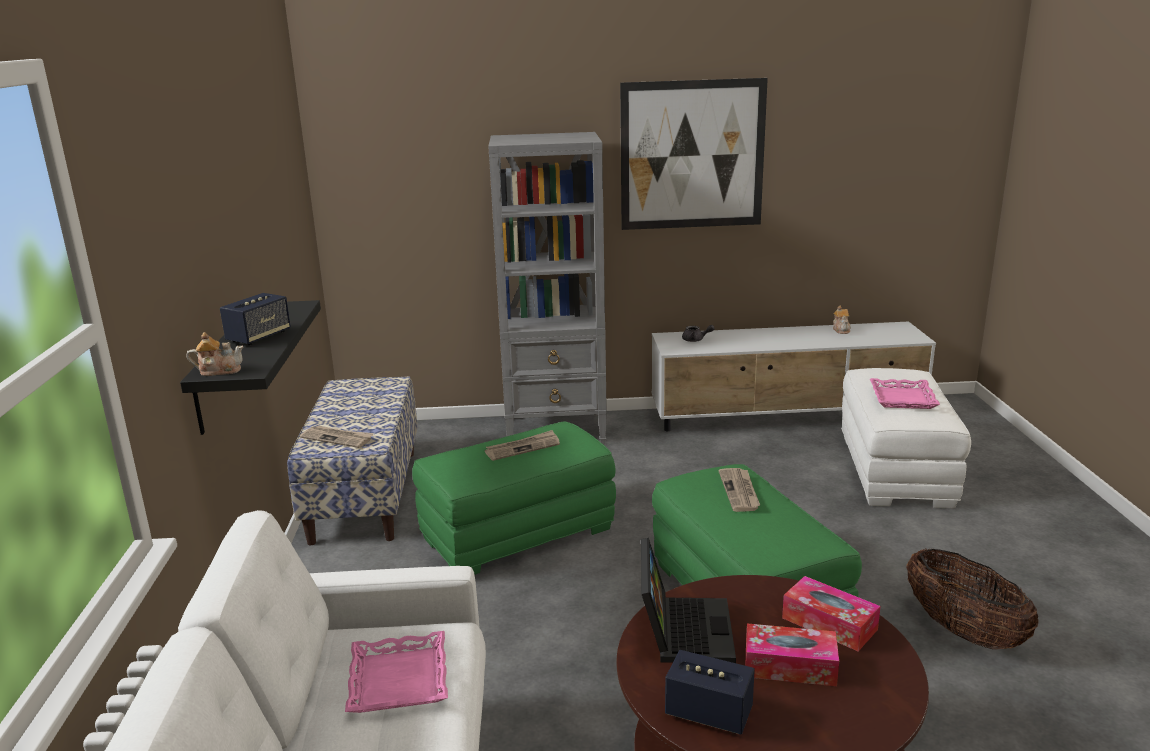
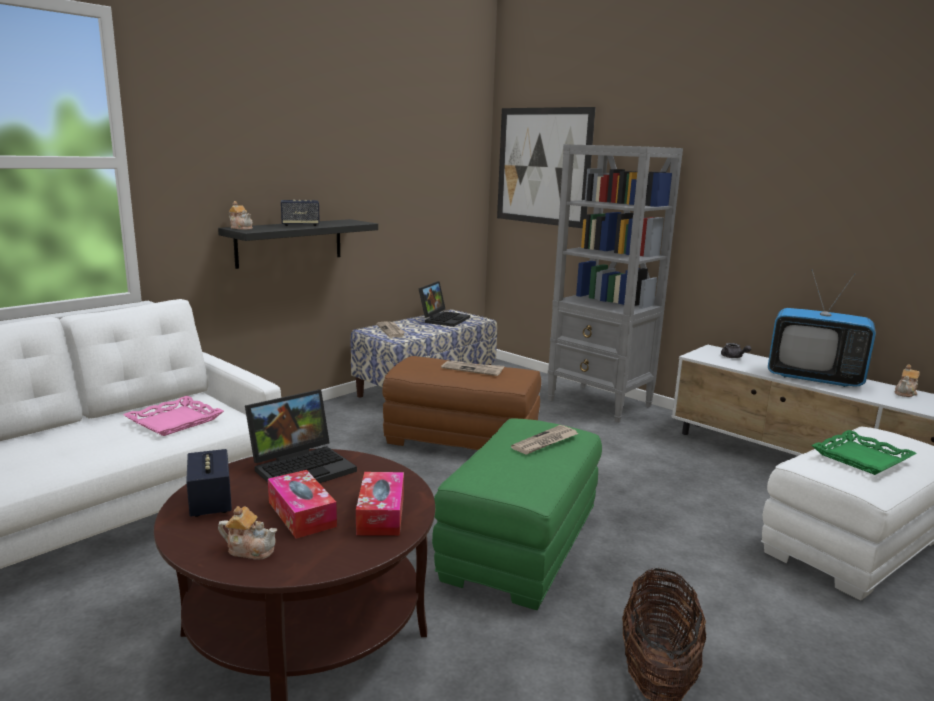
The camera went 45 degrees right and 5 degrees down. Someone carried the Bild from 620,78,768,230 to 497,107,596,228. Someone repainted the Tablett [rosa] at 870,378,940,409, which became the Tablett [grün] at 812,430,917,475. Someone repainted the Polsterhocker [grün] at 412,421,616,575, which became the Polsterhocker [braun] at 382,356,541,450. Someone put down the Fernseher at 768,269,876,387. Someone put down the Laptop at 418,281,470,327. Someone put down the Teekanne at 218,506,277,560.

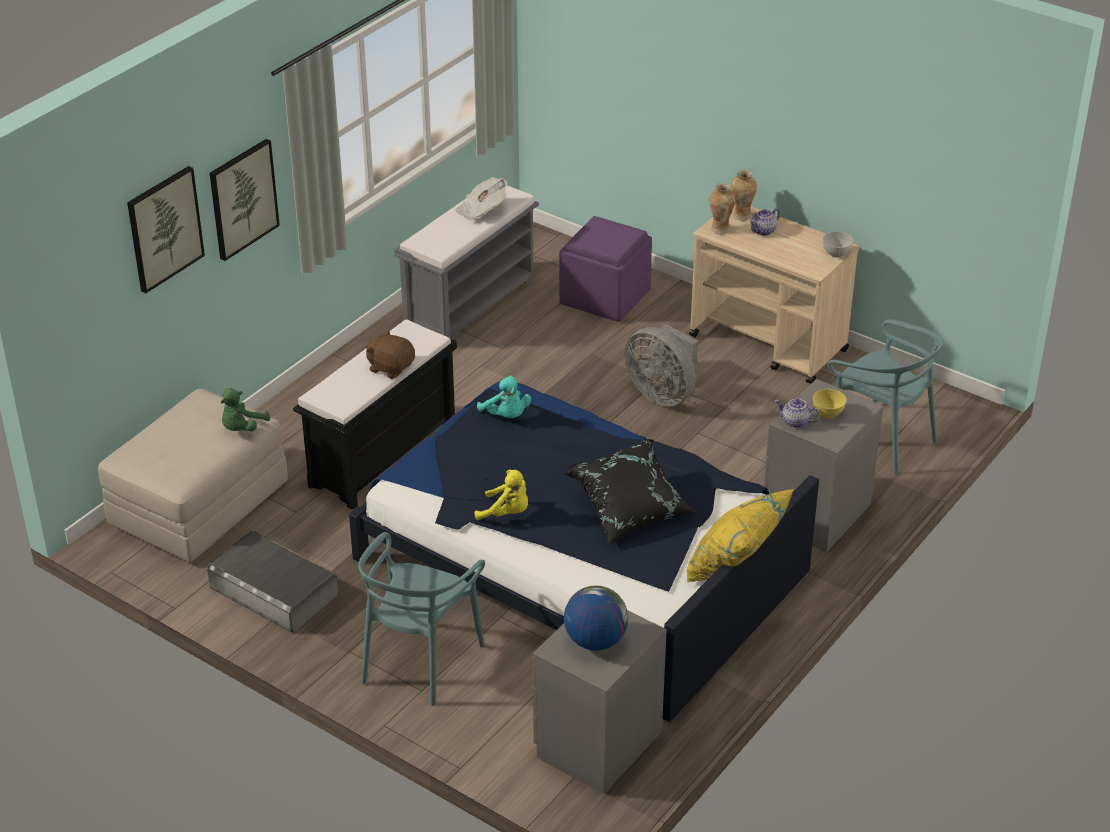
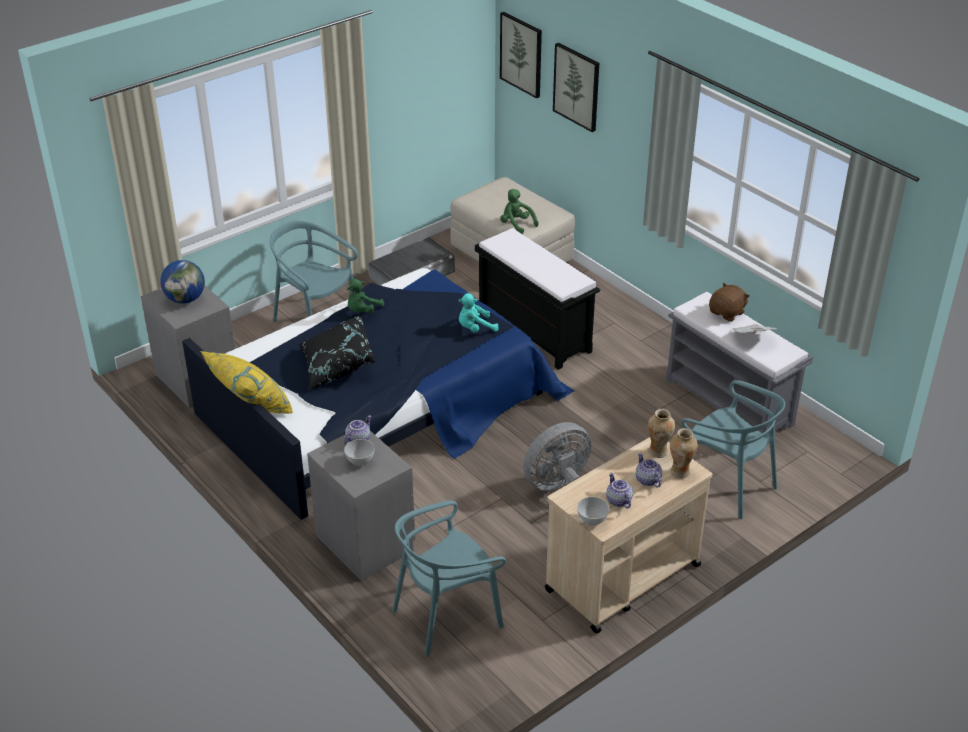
The camera went 105 degrees right and 0 degrees up. Someone carried the Bild from 210,139,280,261 to 500,12,542,98. Someone swapped the Polsterhocker [lila] at 559,216,652,322 for the Stuhl [türkis] at 681,380,785,519. Someone carried the Plüschtier [braun] from 366,330,415,379 to 709,283,750,322. Someone repainted the Schüssel [gelb] at 813,389,846,418, which became the Schüssel [grau] at 344,439,375,466. Someone repainted the Plüschtier [gelb] at 475,470,528,520, which became the Plüschtier [grün] at 347,279,384,313. Someone put down the Teekanne at 606,473,633,509.

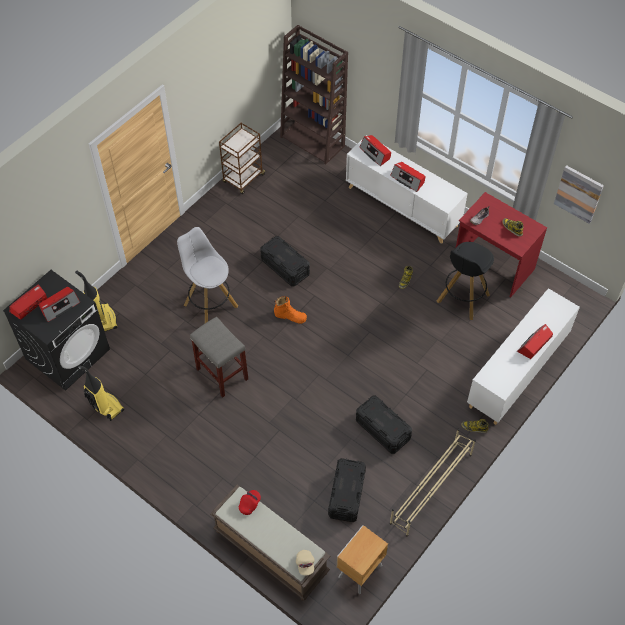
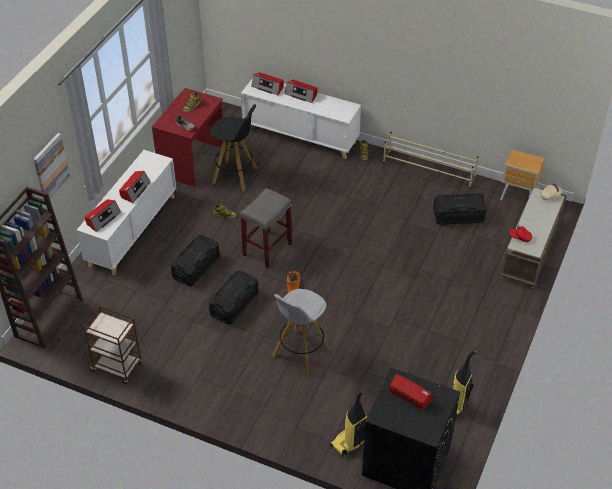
The camera went 105 degrees left and 10 degrees down. Someone carried the Bild from 554,165,604,224 to 34,133,70,200. Someone carried the Radio from 9,284,47,320 to 251,72,284,95. Someone carried the Hocker [grau] from 190,317,248,398 to 240,188,292,268. Someone carried the Aufbewahrungsbox [schwarz] from 356,396,412,454 to 170,235,220,286.

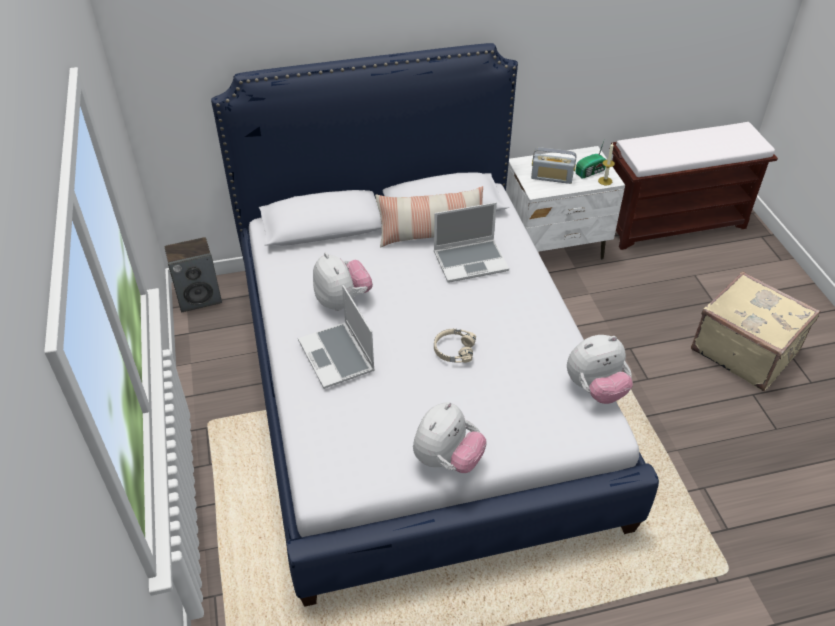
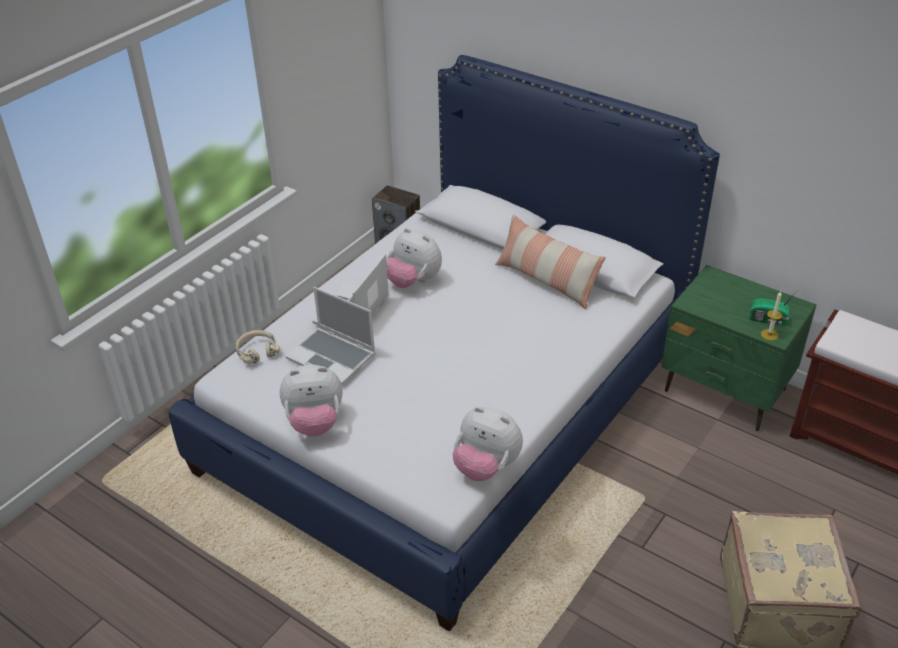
The camera went 50 degrees right and 5 degrees down. Someone repainted the Nachttisch [weiß] at 506,146,625,259, which became the Nachttisch [grün] at 661,265,816,431. Someone took away the Radio at 531,147,576,184. Someone carried the Laptop from 434,202,509,283 to 286,287,375,385. Someone rotated the Plüschtier at 313,252,373,311 by 105 degrees clockwise. Someone carried the Kopfhörer [beige] from 434,329,476,363 to 236,330,280,364.

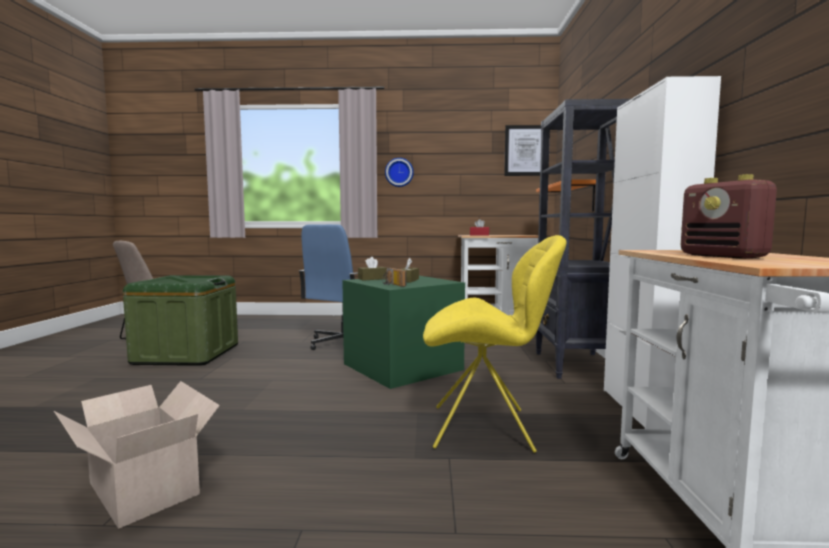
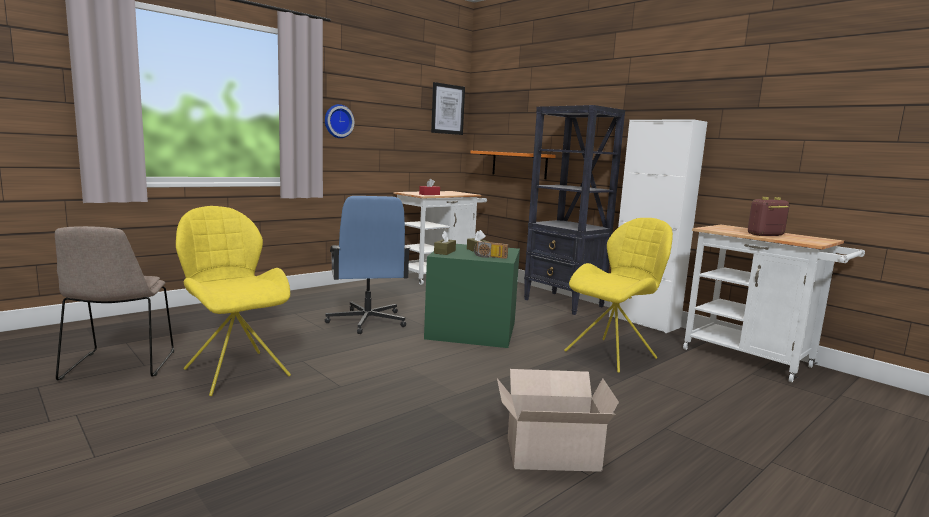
The camera went 45 degrees left and 5 degrees up. Someone rotated the Radio at 681,174,777,259 by 135 degrees clockwise. Someone swapped the Aufbewahrungsbox [grün] at 123,275,238,366 for the Stuhl [gelb] at 176,206,291,396.

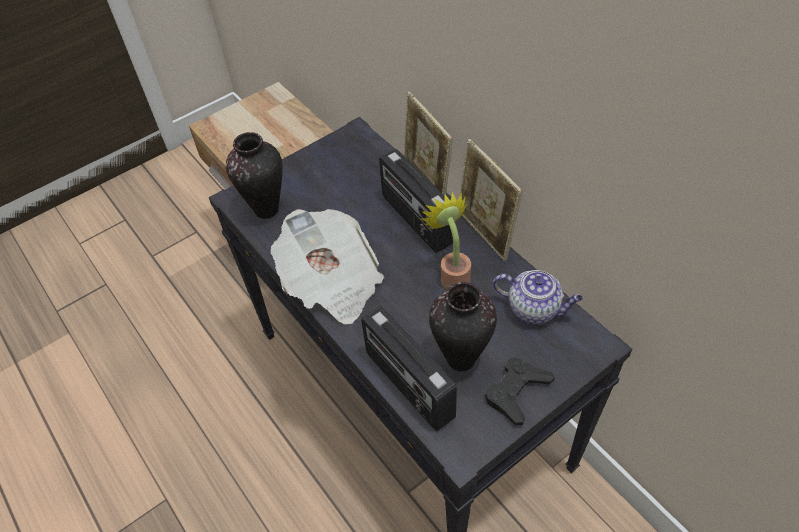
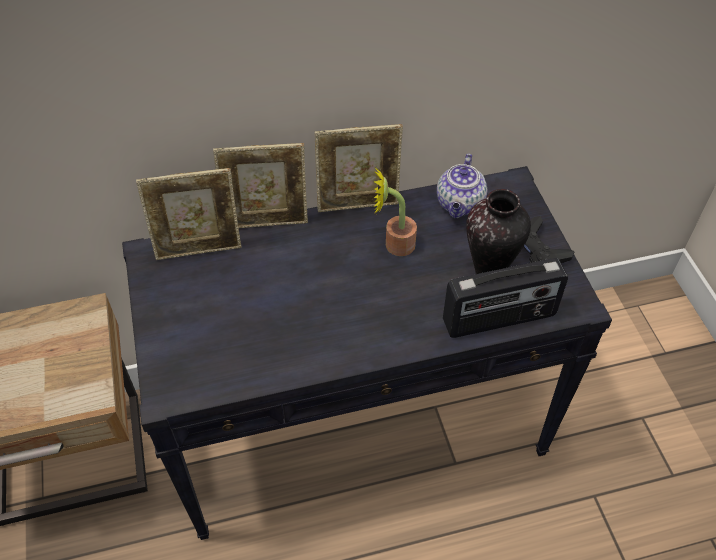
The camera went 70 degrees left and 0 degrees up. Someone took away the Vase at 226,132,283,219. Someone took away the Radio at 379,149,453,253. Someone took away the Zeitung at 271,209,384,325. Someone rotated the Teekanne at 493,270,583,324 by 150 degrees clockwise. Someone put down the Bilderrahmen at 136,168,242,260.

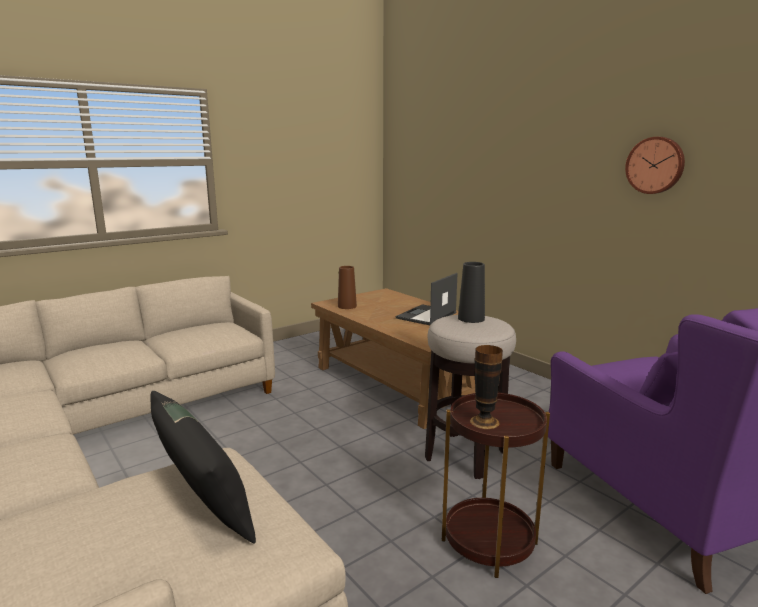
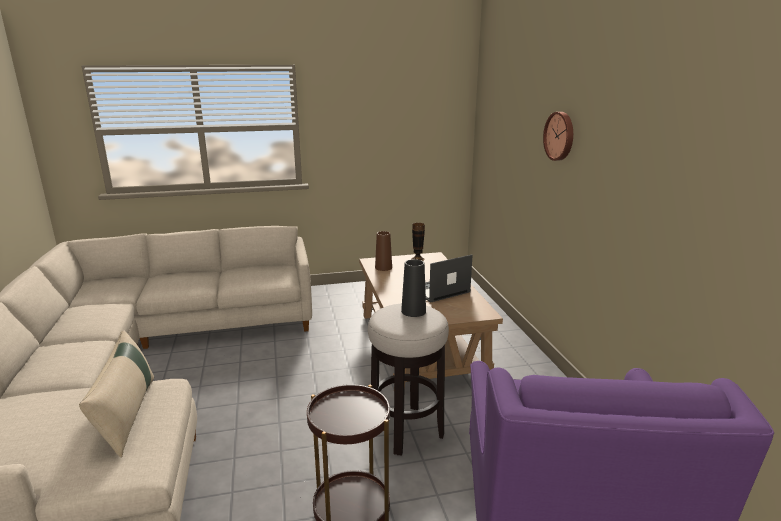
The camera went 25 degrees right and 5 degrees up. Someone carried the Wanduhr from 625,137,685,194 to 543,112,573,161. Someone carried the Vase from 470,345,503,429 to 411,223,425,261. Someone repainted the Kissen [schwarz] at 150,391,256,544, which became the Kissen [beige] at 79,330,154,458.

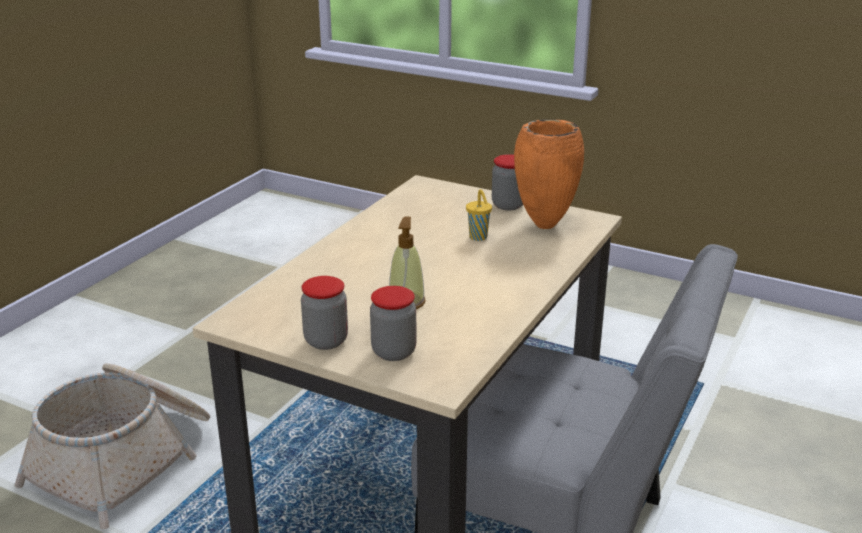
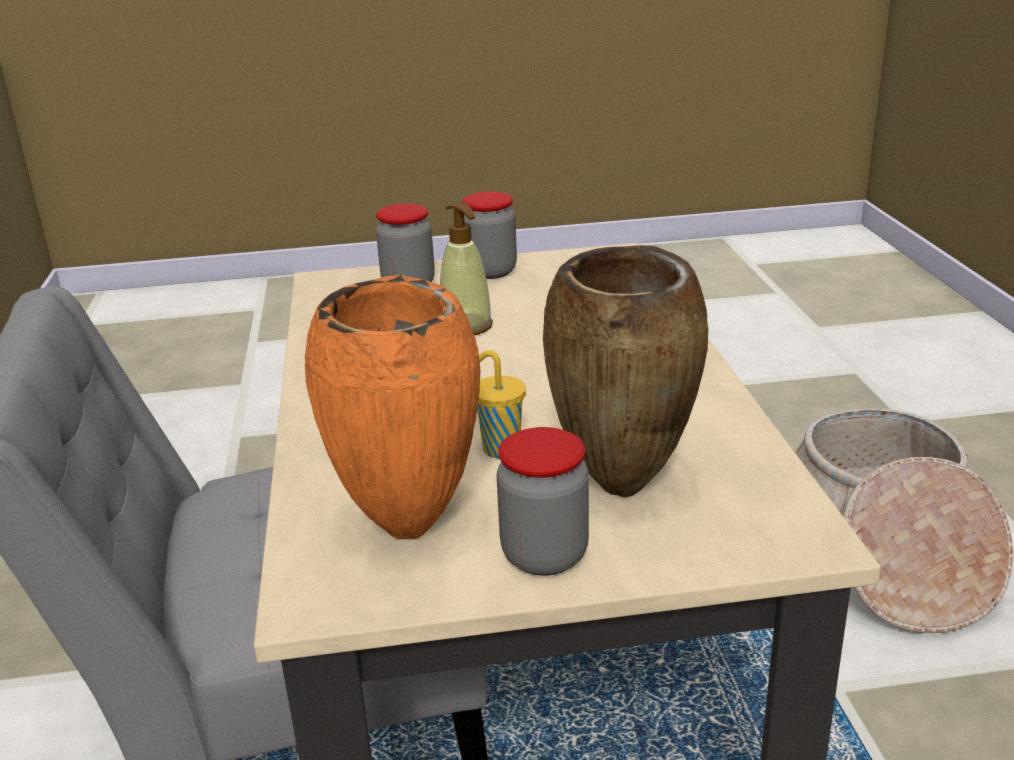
The camera went 145 degrees right and 0 degrees up. Someone put down the Vase [braun] at 543,245,708,498.

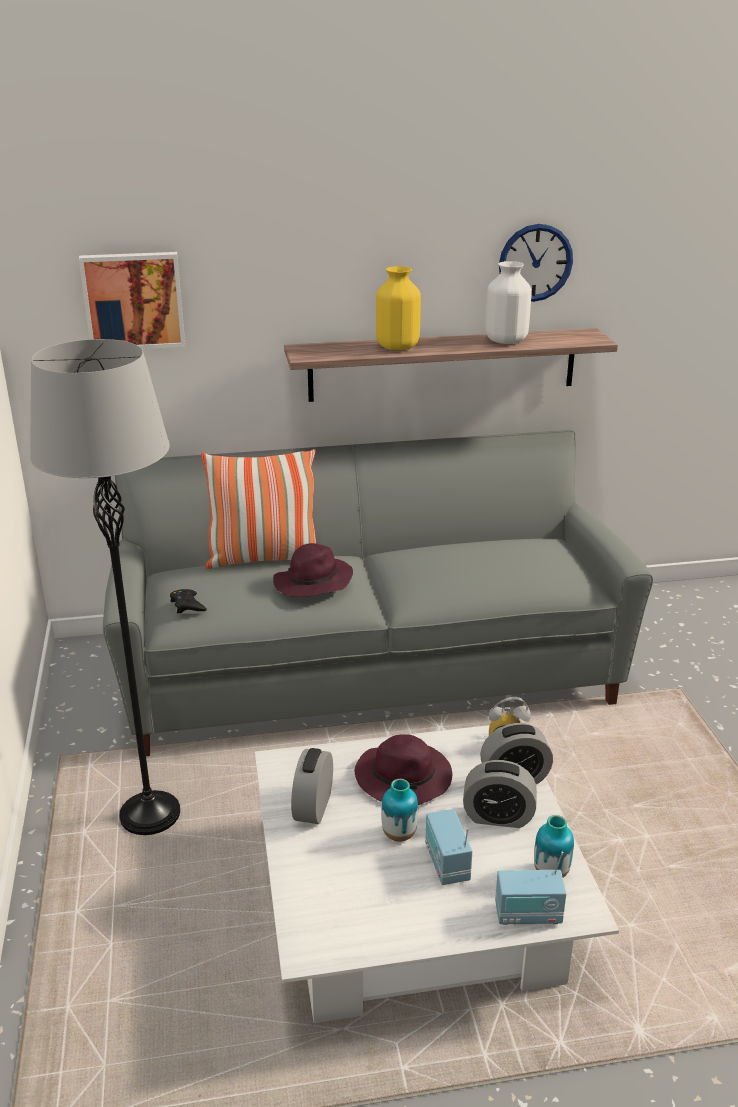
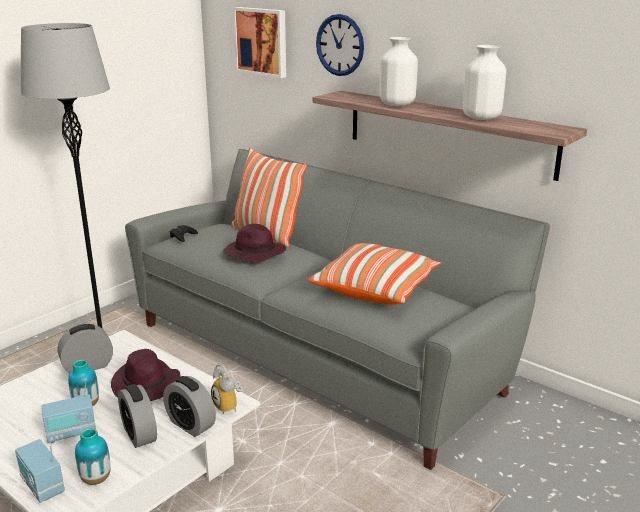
The camera went 50 degrees right and 5 degrees down. Someone carried the Wanduhr from 499,224,573,302 to 316,14,364,76. Someone repainted the Vase [gelb] at 376,266,421,350, which became the Vase [weiß] at 379,37,418,106. Someone rotated the Radio at 425,809,472,885 by 150 degrees counterclockwise. Someone put down the Kissen at 308,243,441,304.

